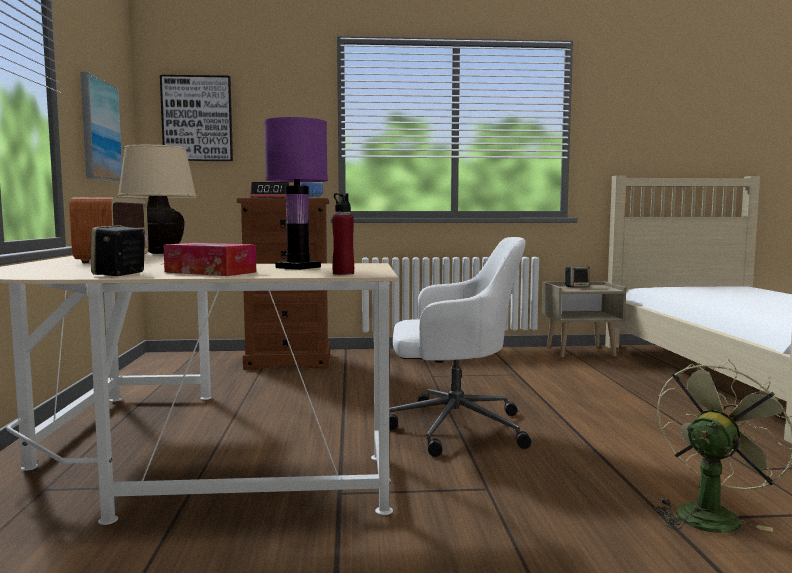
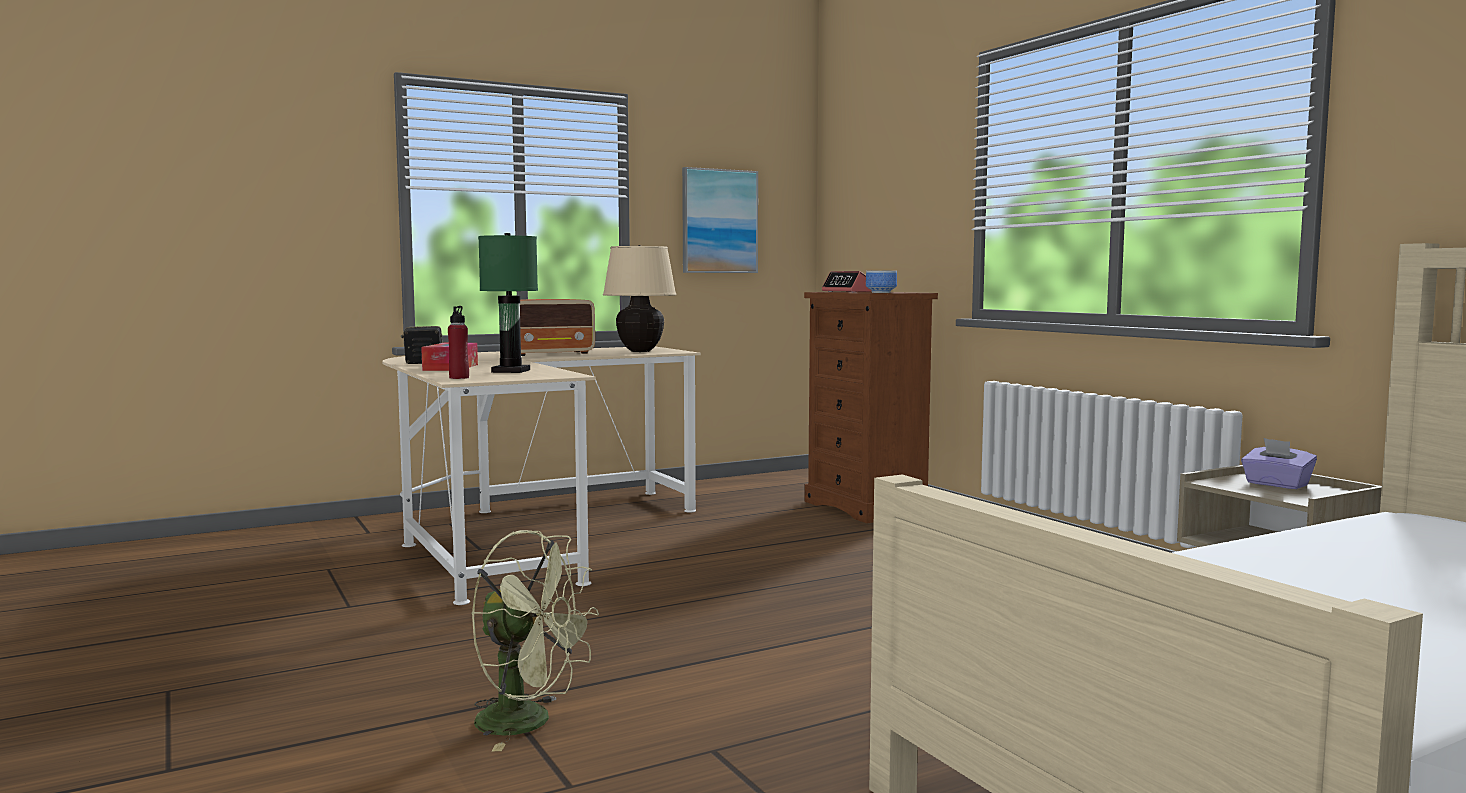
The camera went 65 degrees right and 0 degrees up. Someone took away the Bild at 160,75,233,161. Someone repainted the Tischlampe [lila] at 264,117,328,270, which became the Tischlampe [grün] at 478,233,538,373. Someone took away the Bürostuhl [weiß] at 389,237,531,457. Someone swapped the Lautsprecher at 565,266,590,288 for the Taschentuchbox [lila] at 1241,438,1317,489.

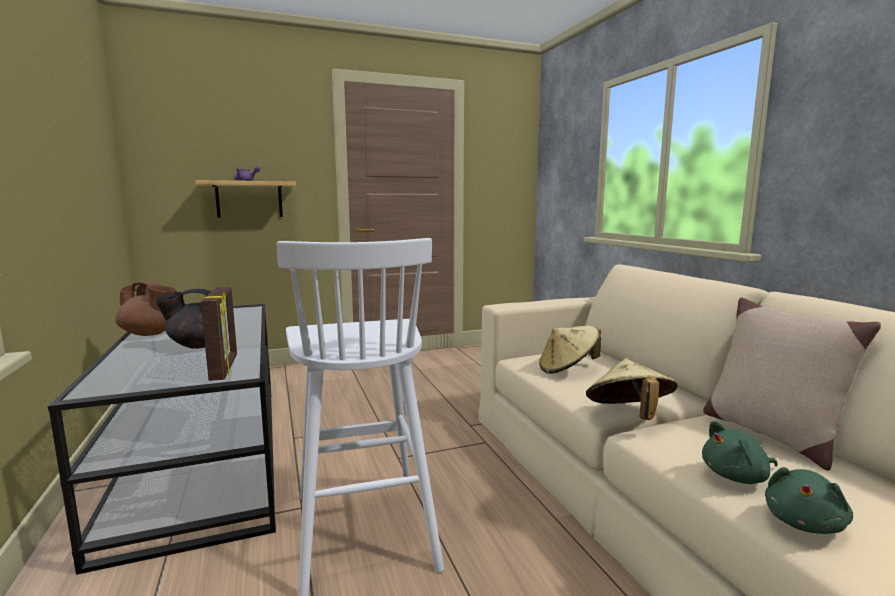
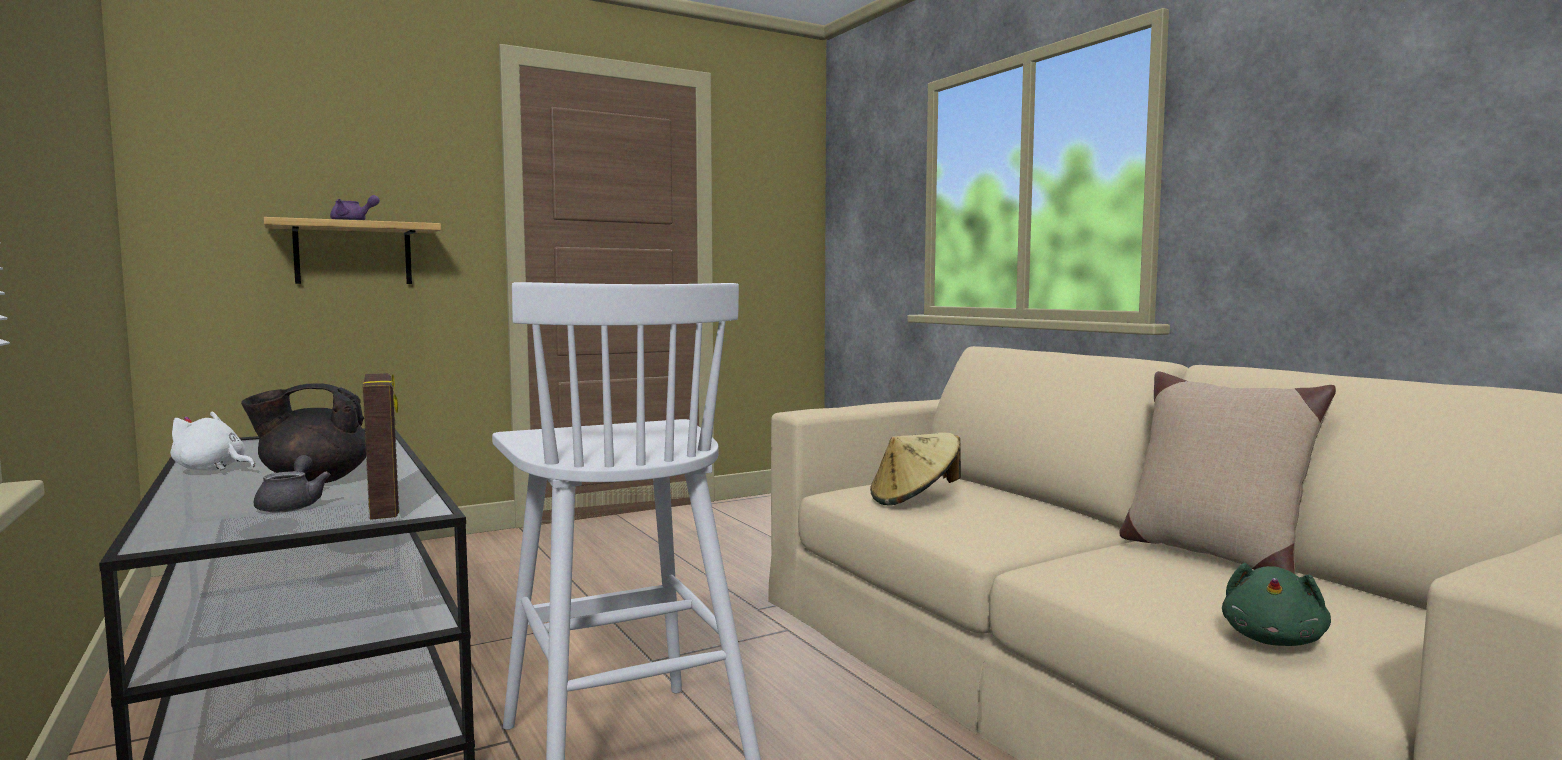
The camera went 10 degrees left and 5 degrees down. Someone swapped the Teekanne [braun] at 115,281,177,336 for the Plüschtier [weiß] at 170,412,255,471. Someone took away the Hut [beige] at 586,358,677,420. Someone took away the Plüschtier [grün] at 702,421,778,484. Someone put down the Teekanne [grau] at 254,455,331,513.

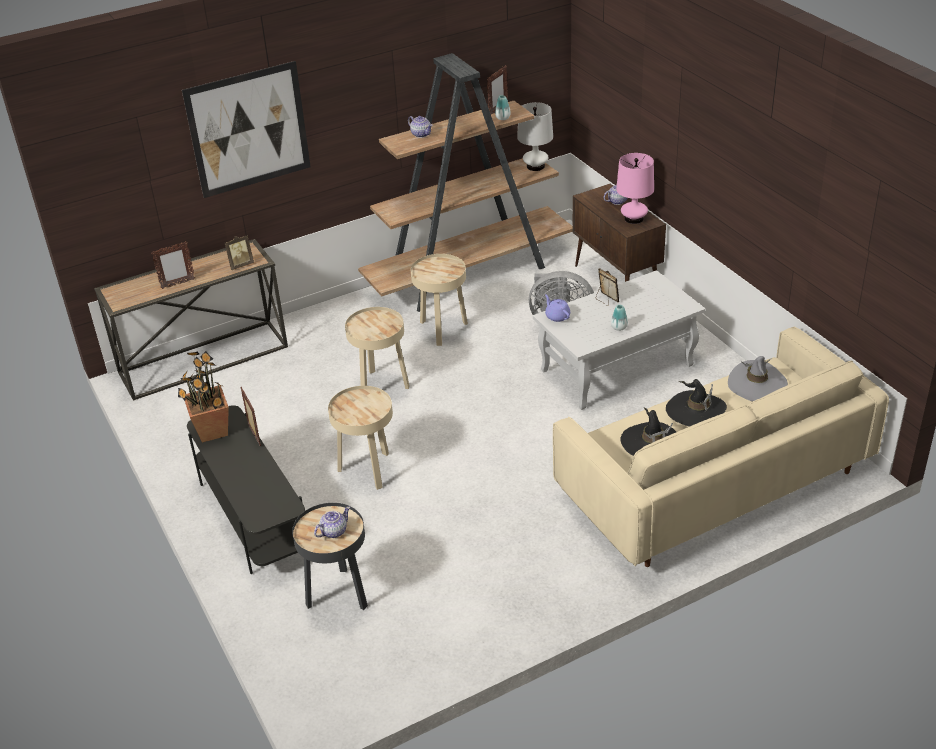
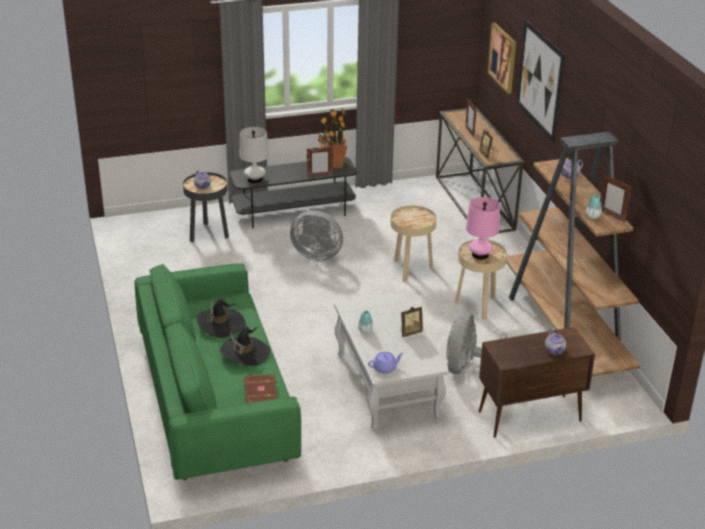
The camera went 100 degrees right and 5 degrees down. Someone carried the Tischlampe [weiß] from 517,102,553,171 to 239,127,269,183. Someone carried the Tischlampe [rosa] from 616,153,654,224 to 466,197,500,259. Someone carried the Teekanne [lila] from 545,294,570,322 to 368,352,404,373. Someone repainted the Sofa [beige] at 553,327,889,567, which became the Sofa [grün] at 135,263,301,480. Someone swapped the Hut [grau] at 728,356,788,401 for the Buch [braun] at 244,374,277,403. Someone swapped the Beistelltisch [beige] at 328,386,393,490 for the Ventilator [grau] at 290,210,343,261. Someone put up the Bild at 488,23,516,94.

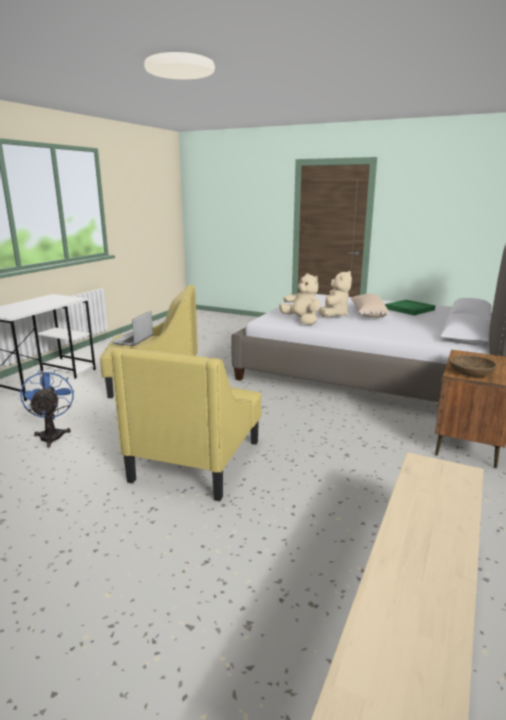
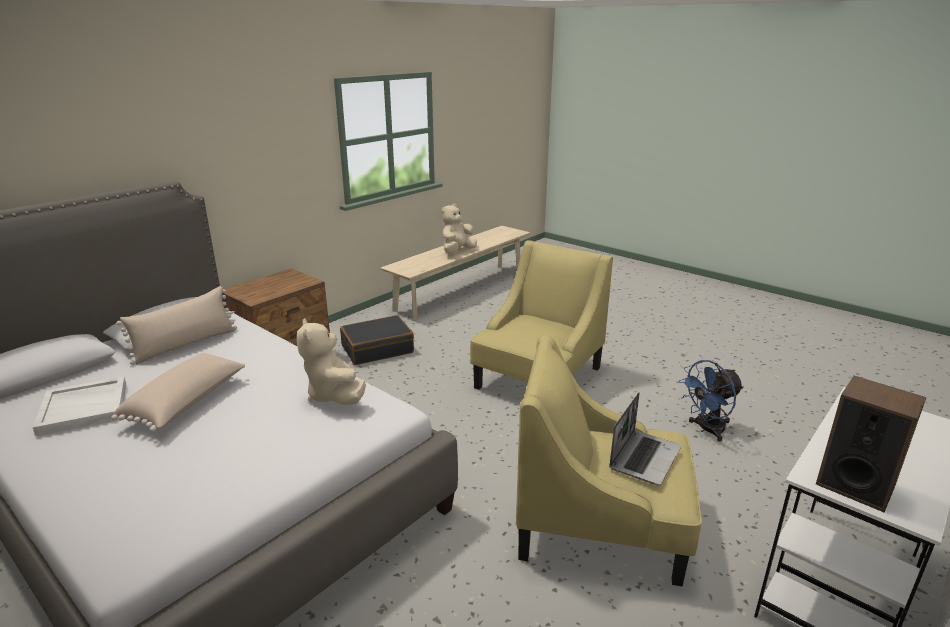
The camera went 165 degrees left and 5 degrees up. Someone carried the Plüschtier [beige] from 318,271,352,318 to 441,204,477,253. Someone repainted the Tablett [grün] at 385,300,435,315, which became the Tablett [weiß] at 32,377,126,436. Someone took away the Schüssel [braun] at 449,355,497,377. Someone rotated the Ventilator [blau] at 20,370,74,448 by 60 degrees clockwise. Someone put down the Kissen [beige] at 116,286,237,365. Someone put down the Koffer [schwarz] at 340,315,414,365. Someone put down the Lautsprecher at 816,376,927,512.

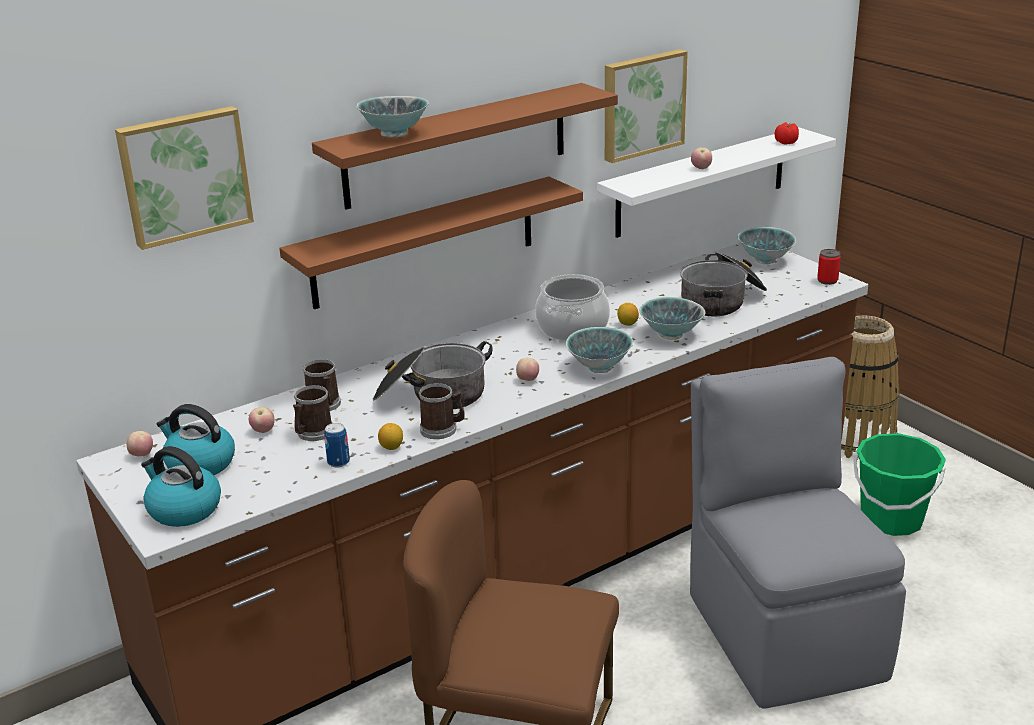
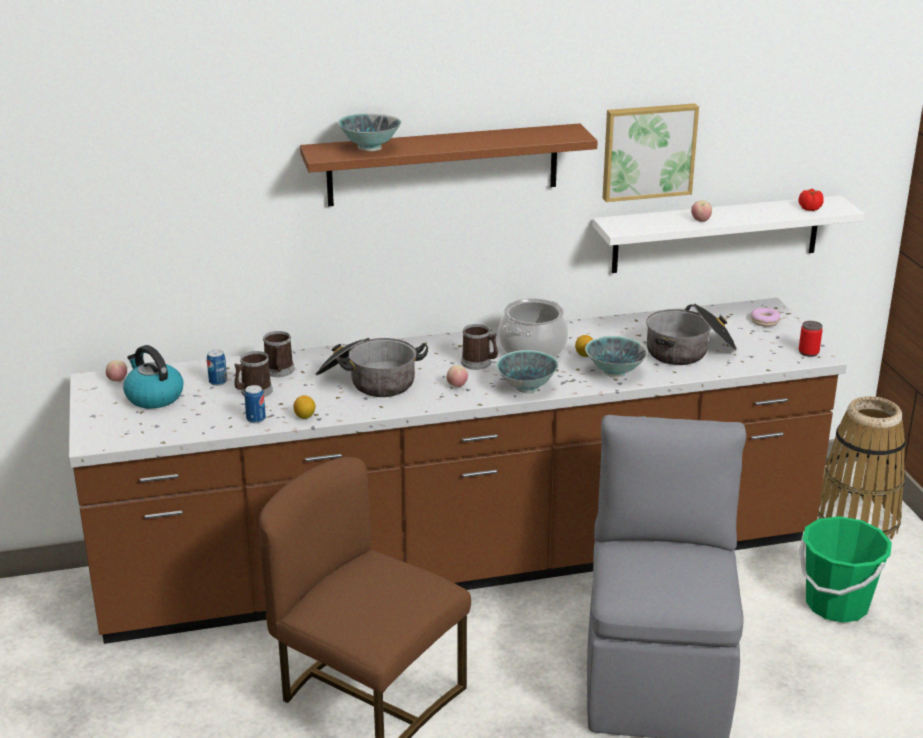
The camera went 20 degrees right and 0 degrees up. Someone took away the Bild at 115,106,254,250. Someone took away the Wandregal [braun] at 279,177,583,309. Someone swapped the Schüssel at 737,227,796,264 for the Donut at 751,308,780,327. Someone carried the Henkelbecher from 419,383,465,439 to 461,324,498,370. Someone swapped the Apfel at 249,407,275,433 for the Dose at 207,349,227,386. Someone took away the Wasserkessel at 141,446,221,527.

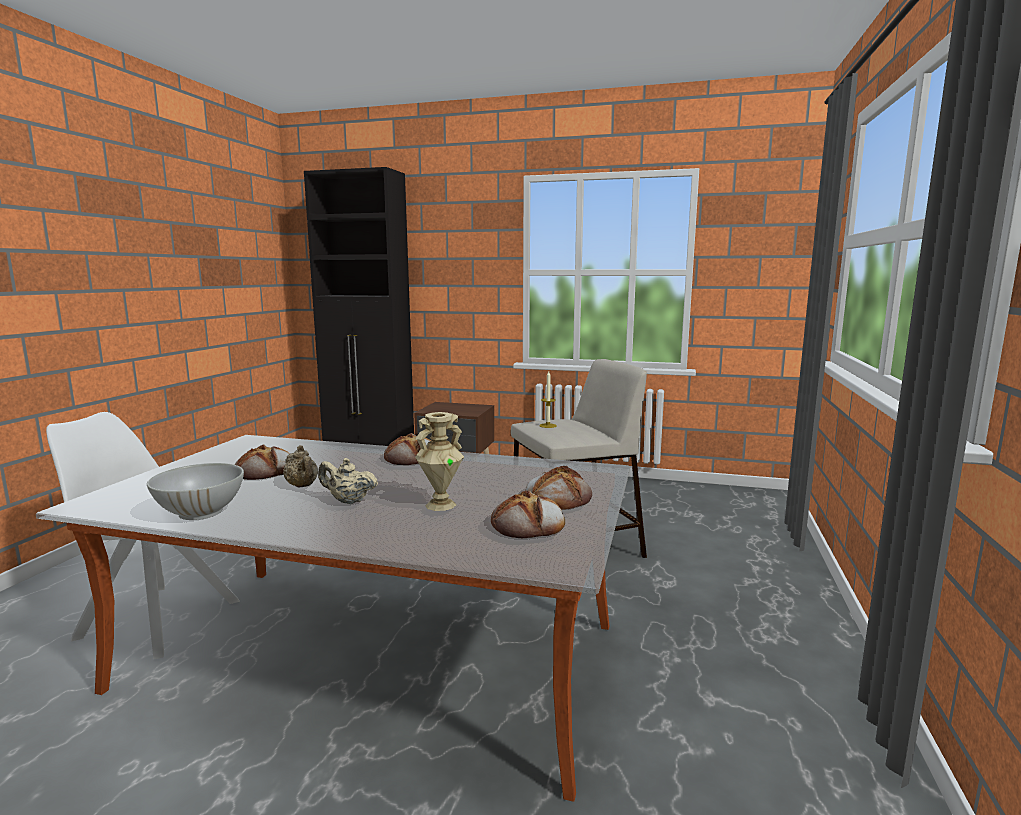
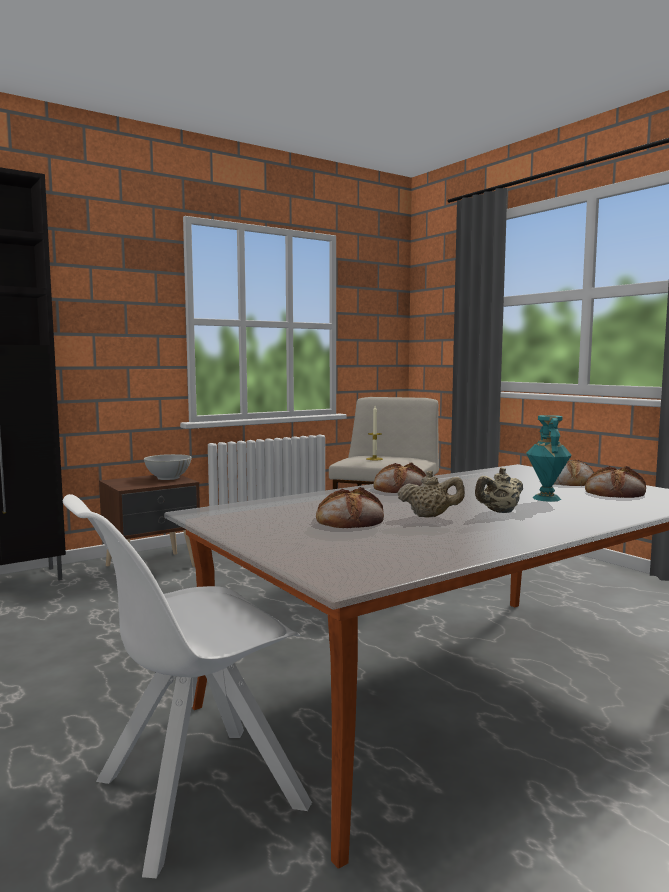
The camera went 50 degrees left and 5 degrees down. Someone repainted the Vase [beige] at 415,412,464,511, which became the Vase [türkis] at 526,415,572,502. Someone carried the Schüssel [weiß] from 147,463,244,520 to 144,454,192,480.

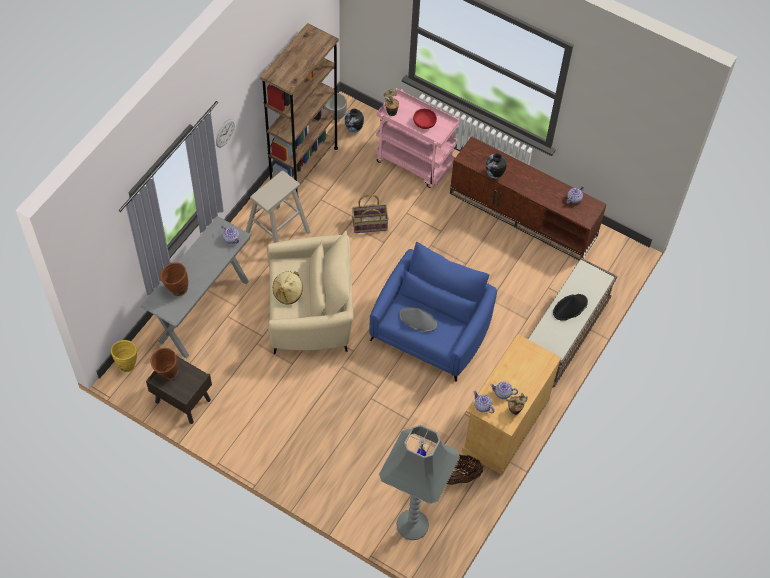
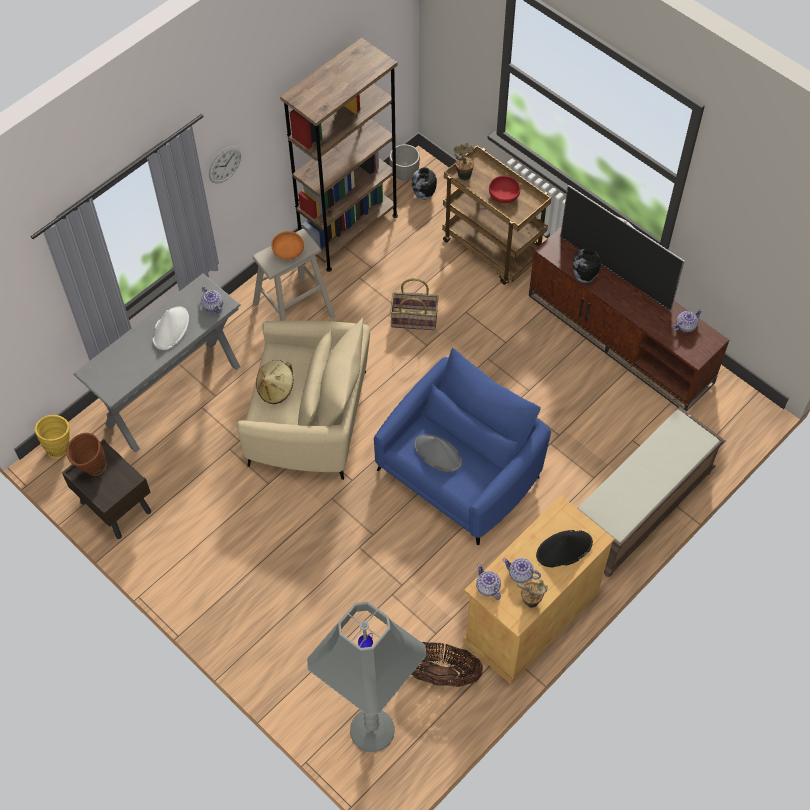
The camera went 15 degrees right and 0 degrees up. Someone repainted the Rollwagen [rosa] at 376,88,460,188, which became the Rollwagen [braun] at 442,145,551,285. Someone took away the Vase [braun] at 160,262,188,296. Someone carried the Hut [schwarz] from 553,294,588,321 to 536,530,593,568. Someone put down the Fernseher at 560,185,685,311. Someone put down the Schüssel [orange] at 271,231,304,260. Someone put down the Hut [weiß] at 152,306,189,350.

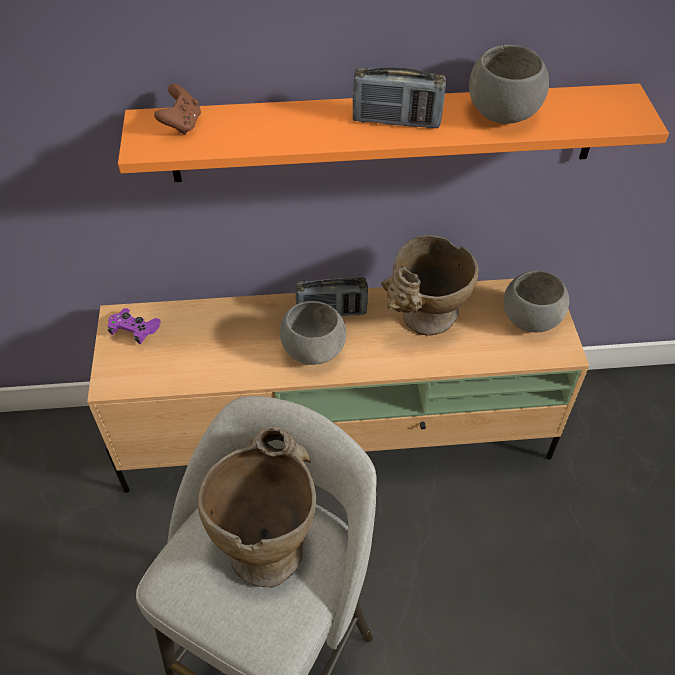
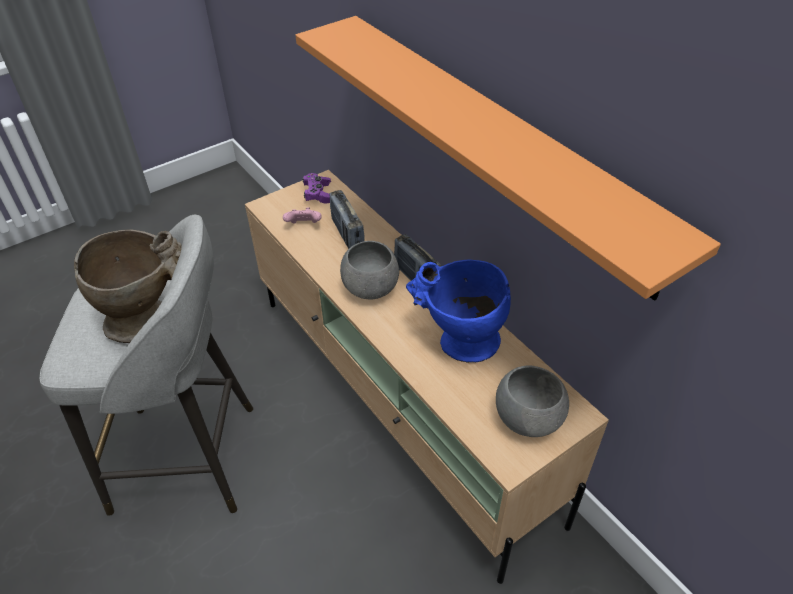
The camera went 60 degrees right and 5 degrees down. Someone took away the Schüssel [grau] at 469,45,549,124. Someone carried the Radio from 353,67,446,128 to 330,190,365,249. Someone took away the Gamepad [braun] at 154,84,201,135. Someone repainted the Vase [beige] at 381,235,478,336, which became the Vase [blau] at 406,259,511,362. Someone put down the Gamepad [rosa] at 283,207,322,224.

